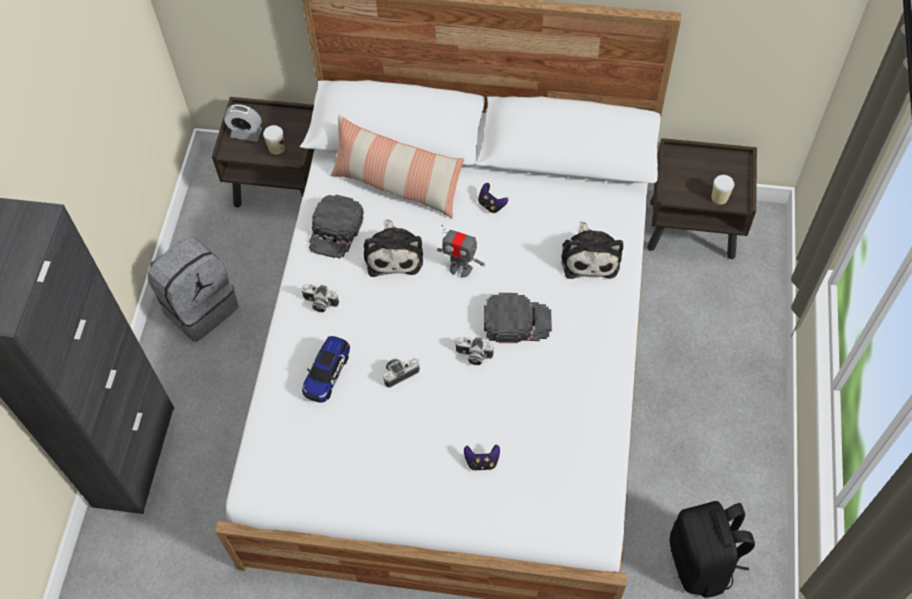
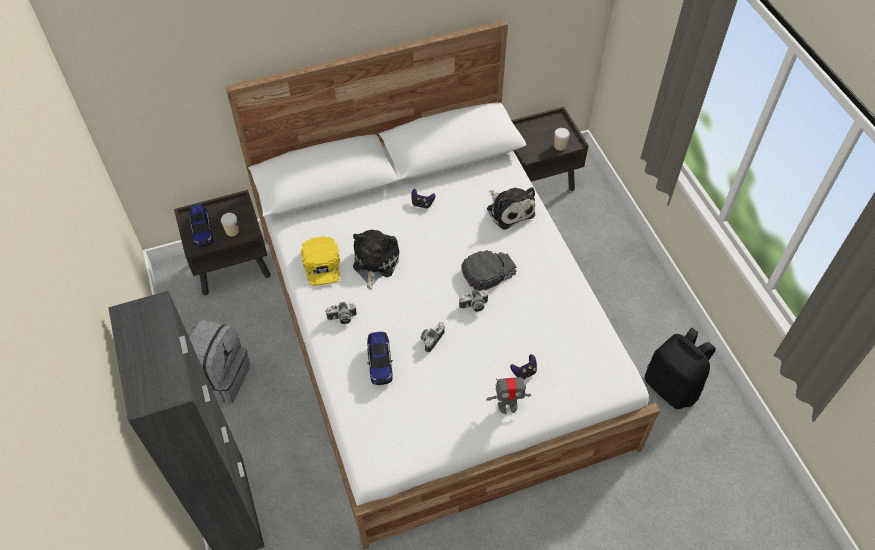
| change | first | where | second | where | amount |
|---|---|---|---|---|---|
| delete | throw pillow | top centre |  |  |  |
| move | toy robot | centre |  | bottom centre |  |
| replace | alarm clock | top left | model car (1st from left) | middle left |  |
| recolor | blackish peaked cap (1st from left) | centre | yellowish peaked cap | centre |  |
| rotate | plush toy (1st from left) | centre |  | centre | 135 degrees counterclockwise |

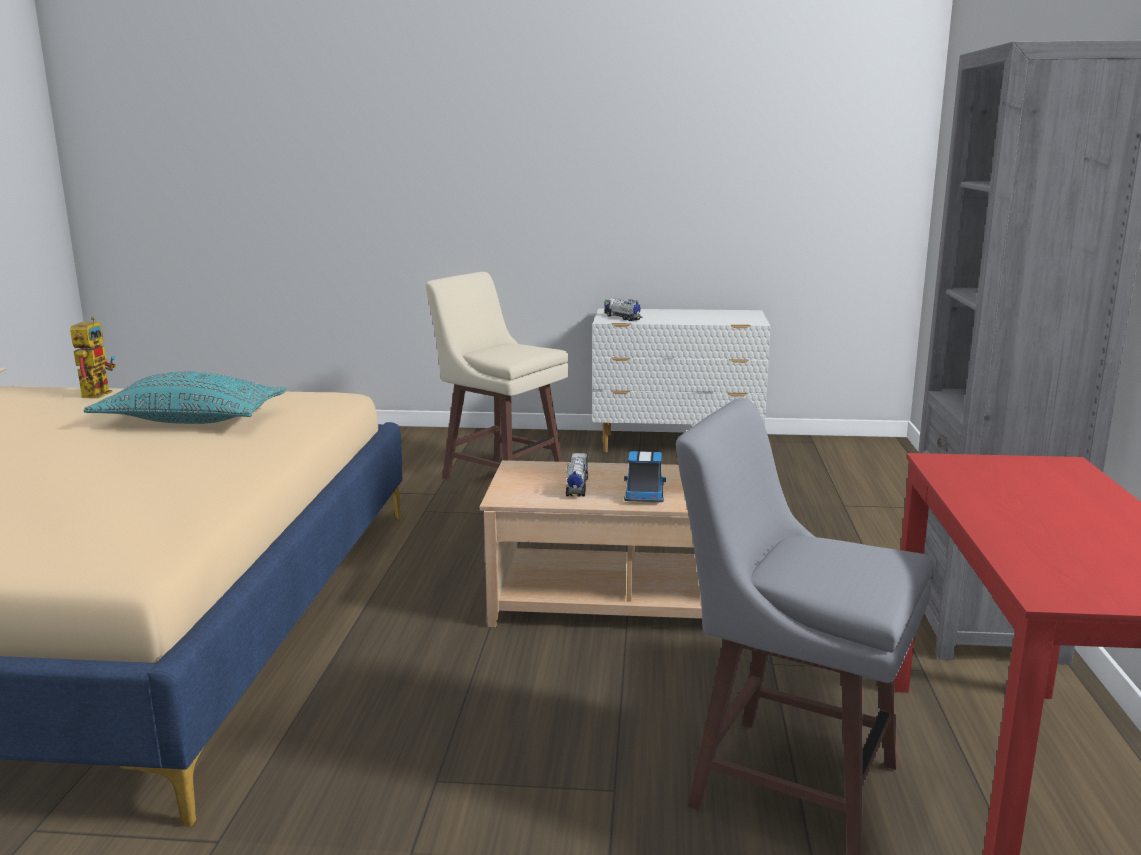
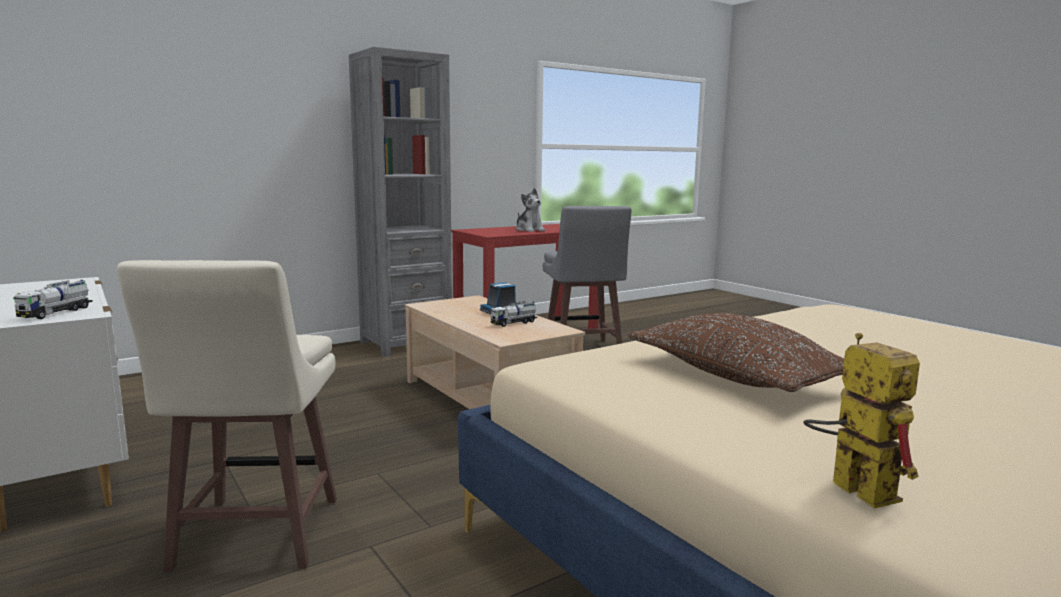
| change | first | where | second | where | amount |
|---|---|---|---|---|---|
| insert |  |  | plush toy | centre |  |
| recolor | blue-green throw pillow | middle left | brown throw pillow | middle right |  |
| rotate | toy robot | middle left |  | bottom right | 105 degrees clockwise |

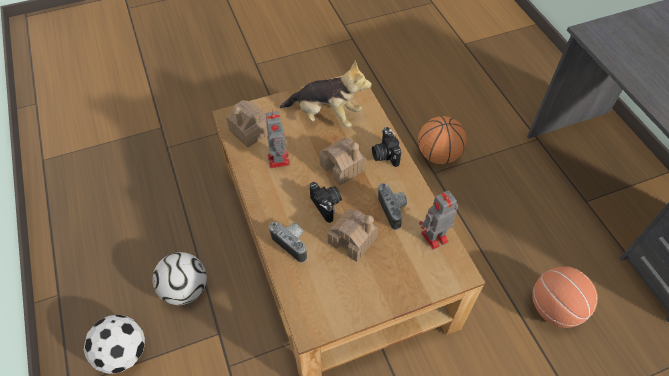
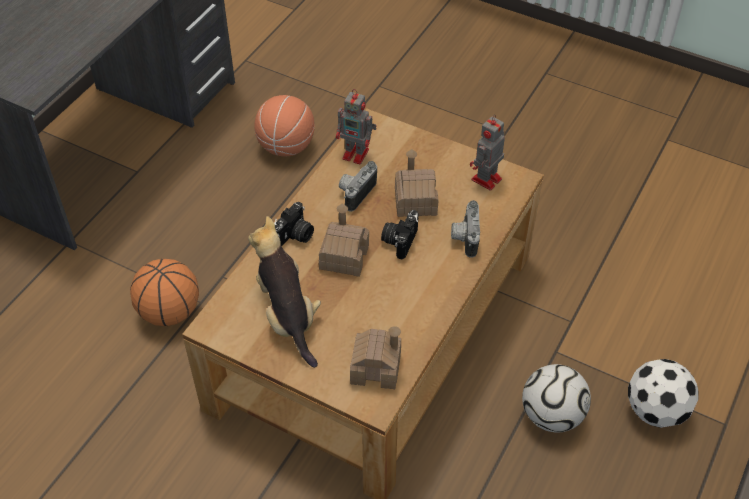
| change | first | where | second | where | amount |
|---|---|---|---|---|---|
| move | toy robot (1st from left in the first image) | centre | toy robot (2nd from left) | top centre |  |

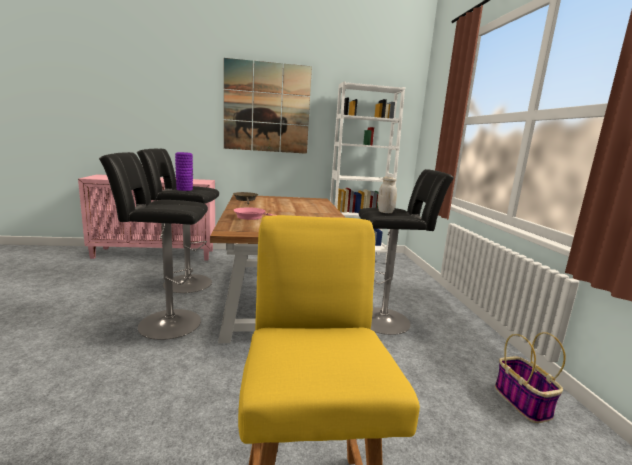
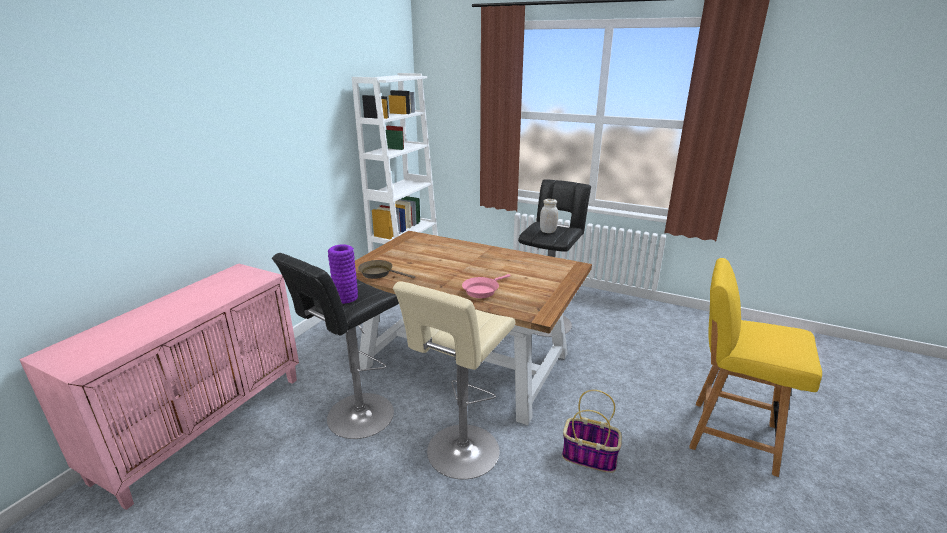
| change | first | where | second | where | amount |
|---|---|---|---|---|---|
| delete | wall art | top centre |  |  |  |
| move | storage basket | bottom right |  | bottom centre |  |
| recolor | blackish sitting stool (1st from left) | middle left | beige sitting stool | bottom centre |  |

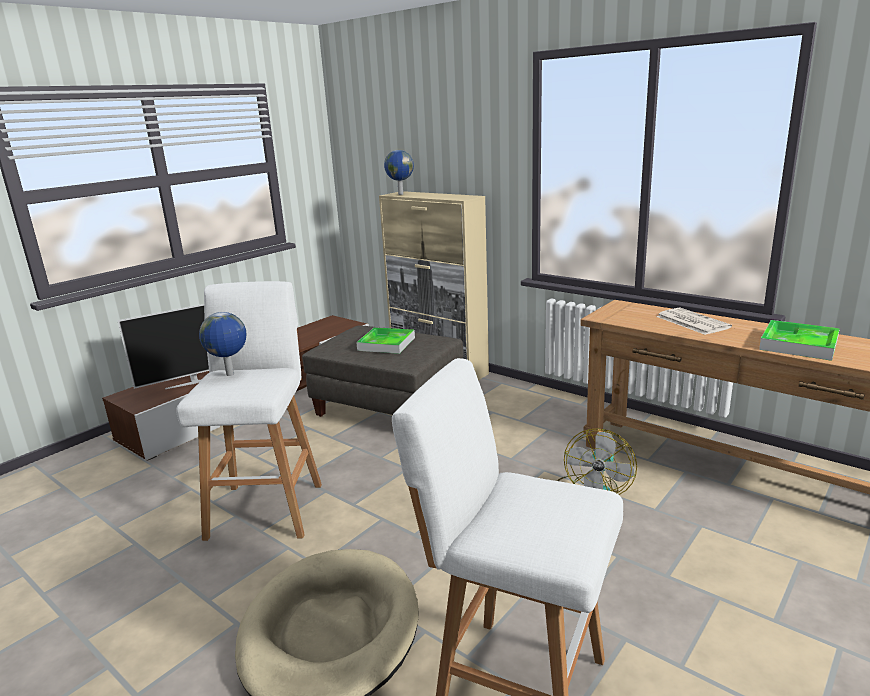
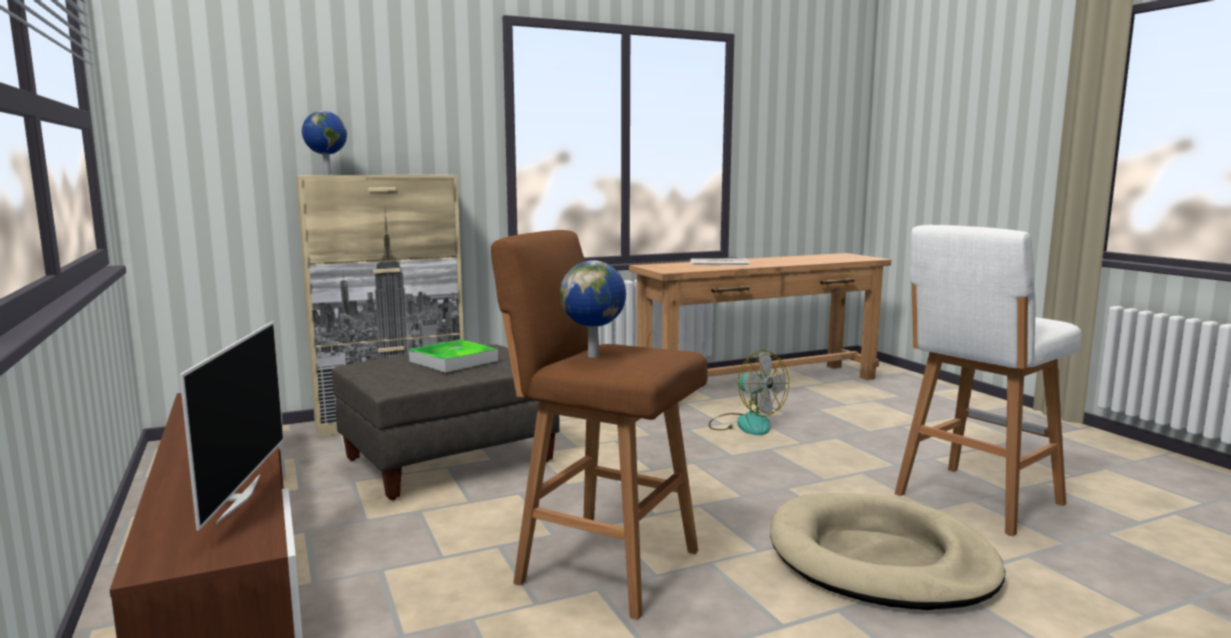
| change | first | where | second | where | amount |
|---|---|---|---|---|---|
| delete | serving tray (2nd from left) | middle right |  |  |  |
| recolor | white-coloured sitting stool (1st from left) | middle left | brown sitting stool | centre |  |

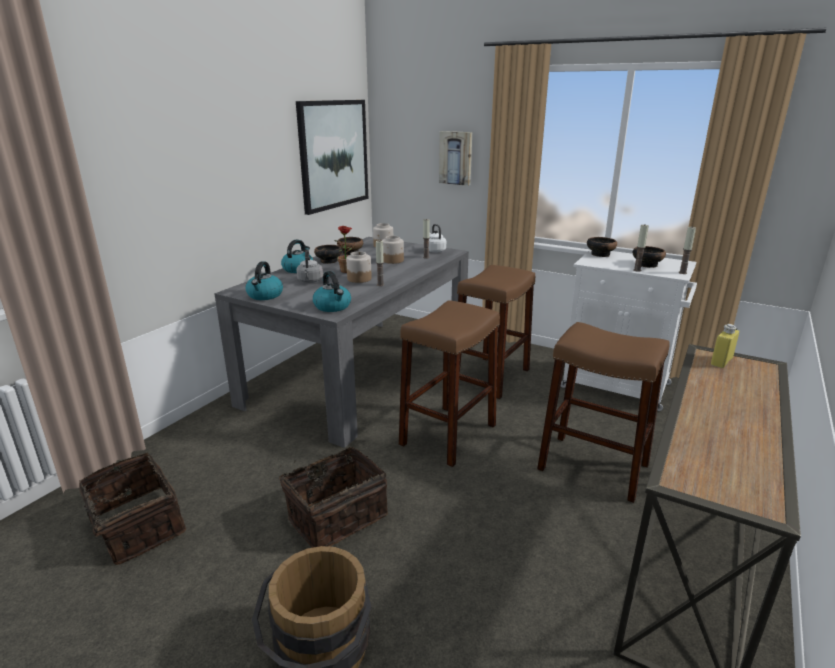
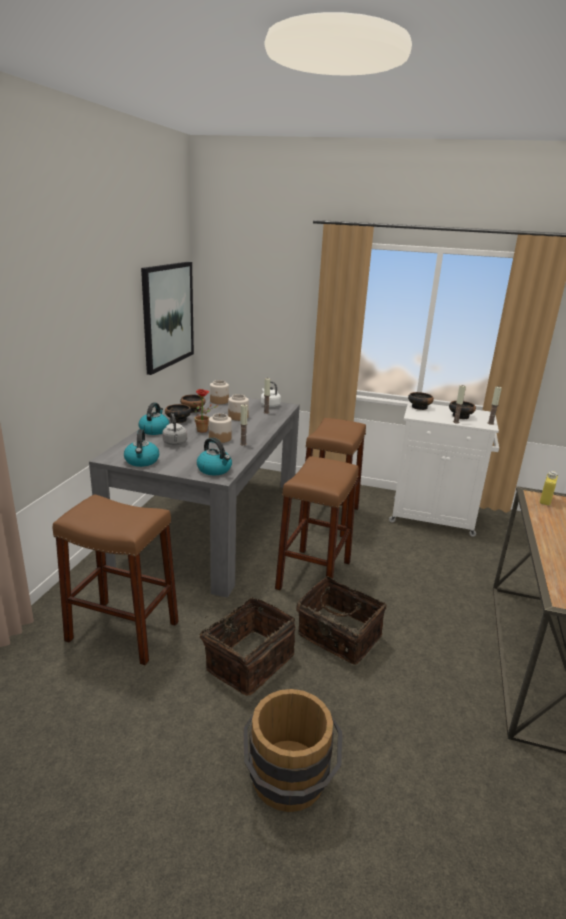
| change | first | where | second | where | amount |
|---|---|---|---|---|---|
| delete | wall art (2nd from left) | top centre |  |  |  |
| move | storage basket (1st from left in the first image) | bottom left | storage basket (2nd from left) | bottom centre |  |
| move | brown sitting stool (3rd from left in the first image) | middle right | brown sitting stool (1st from left) | middle left |  |

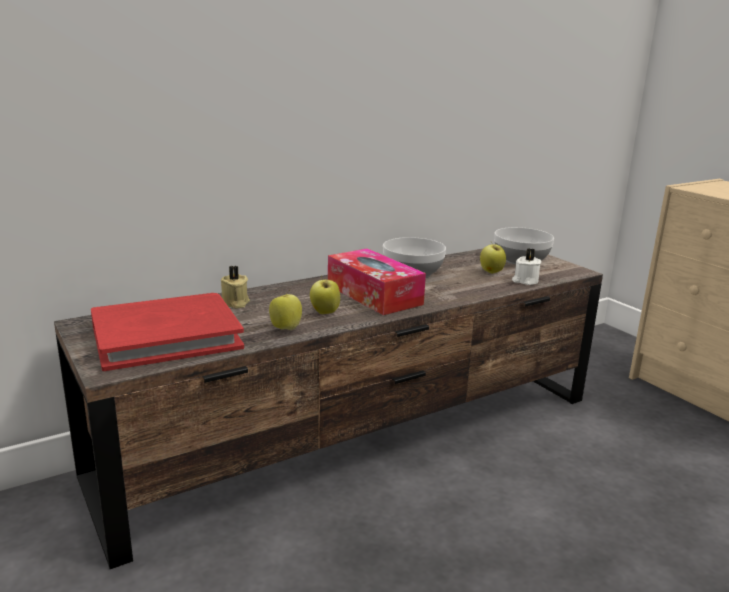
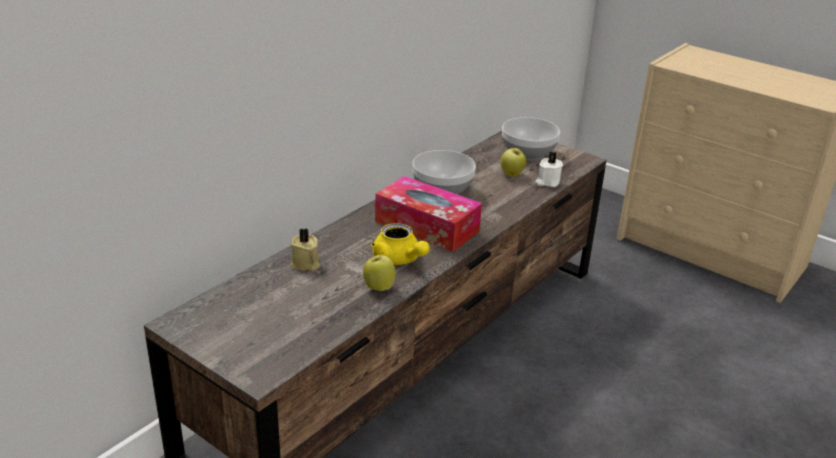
| change | first | where | second | where | amount |
|---|---|---|---|---|---|
| delete | reddish bound book | middle left |  |  |  |
| replace | apple fruit (2nd from left) | centre | yellowish tea pot | centre |  |

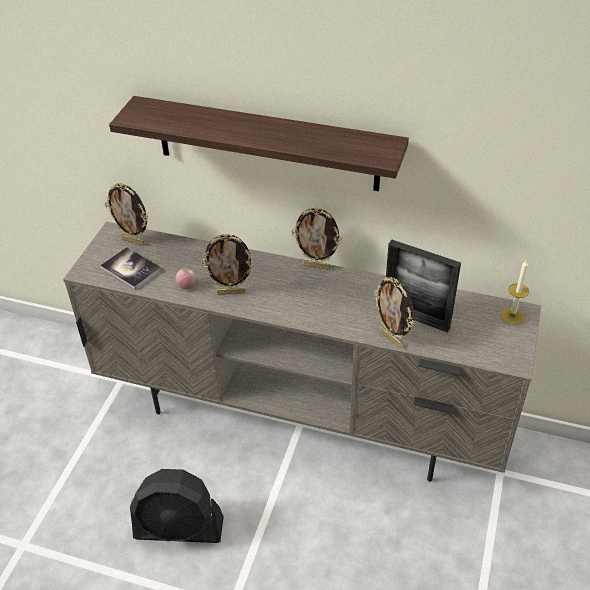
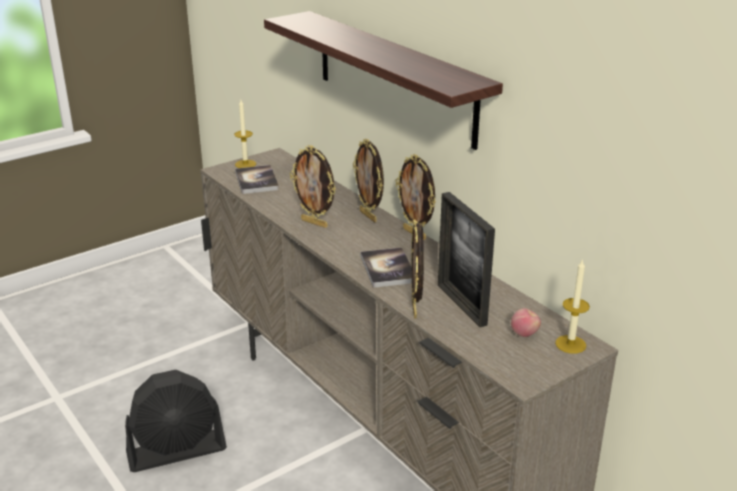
| change | first | where | second | where | amount |
|---|---|---|---|---|---|
| insert |  |  | wax light (1st from left) | top left |  |
| insert |  |  | bound book (2nd from left) | centre |  |
| move | standing frame (1st from left in the first image) | middle left | standing frame (2nd from left) | centre |  |
| move | apple fruit | middle left |  | middle right |  |
| rotate | blackish electric fan | bottom left |  | bottom left | 60 degrees counterclockwise |

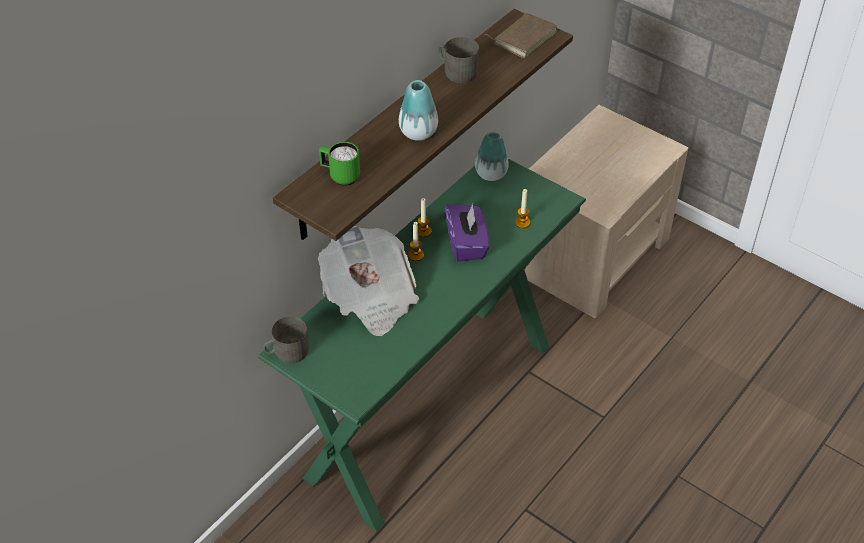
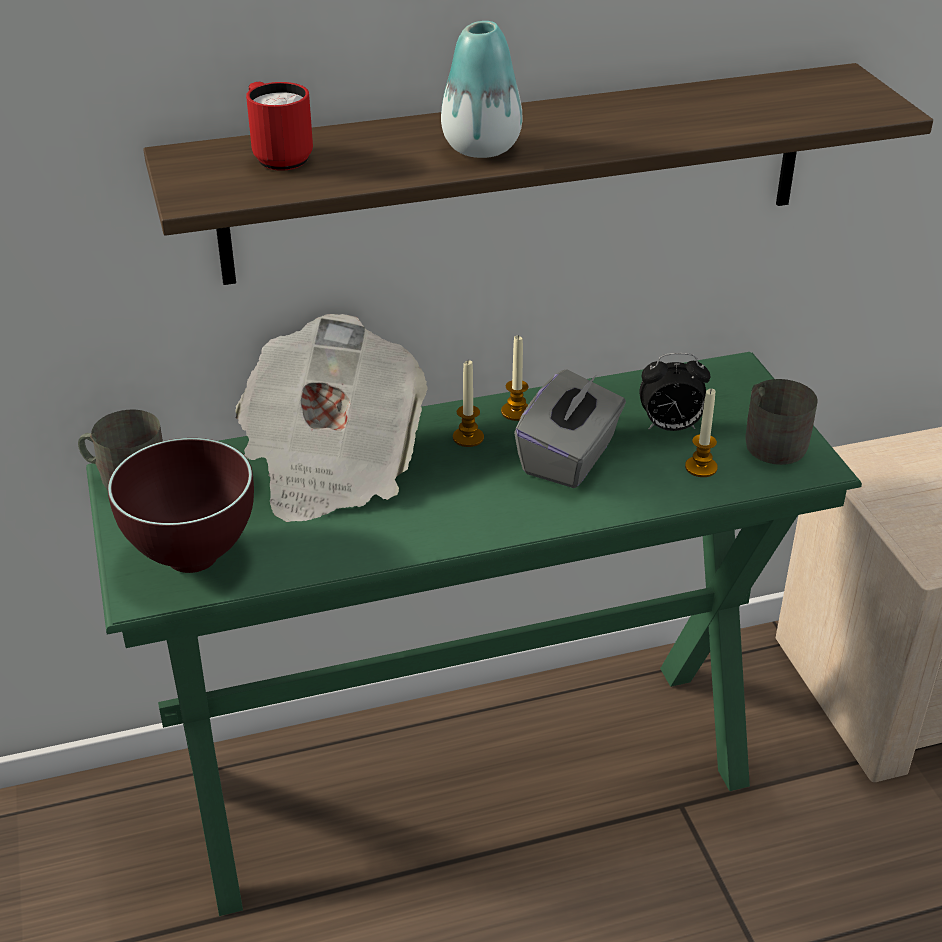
| change | first | where | second | where | amount |
|---|---|---|---|---|---|
| delete | decorative vase (2nd from left) | top centre |  |  |  |
| delete | brown bound book | top centre |  |  |  |
| insert |  |  | brown serving bowl | middle left |  |
| insert |  |  | alarm clock | middle right |  |
| move | grey mug (2nd from left) | top centre |  | middle right |  |
| recolor | greenish mug | top centre | reddish mug | top left |  |
| recolor | purplish tissue holder | centre | grey tissue holder | centre |  |

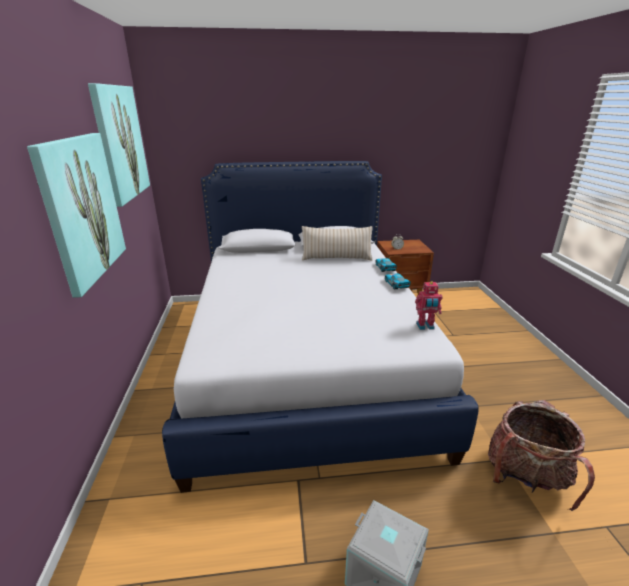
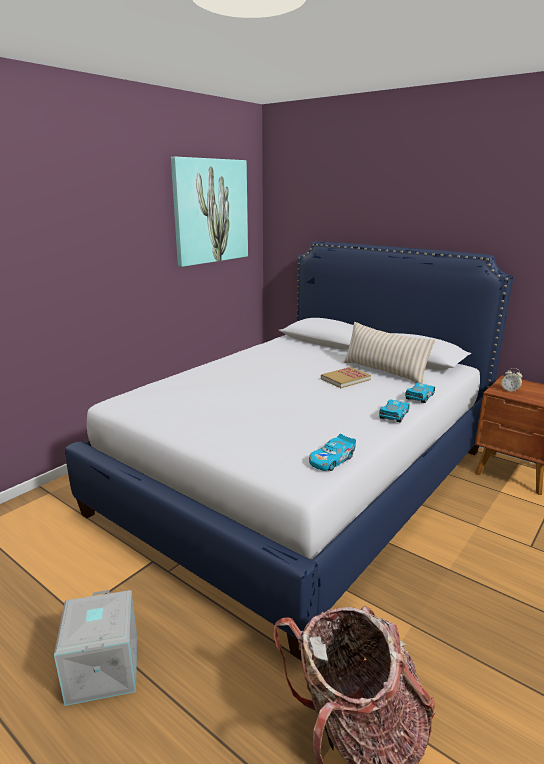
| change | first | where | second | where | amount |
|---|---|---|---|---|---|
| delete | wall art (1st from left) | middle left |  |  |  |
| insert |  |  | bound book | centre |  |
| replace | toy robot | middle right | model car (1st from left) | centre |  |

